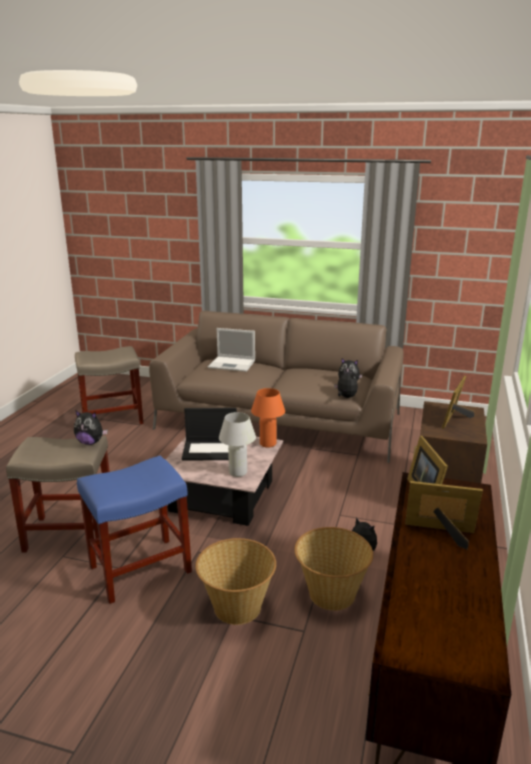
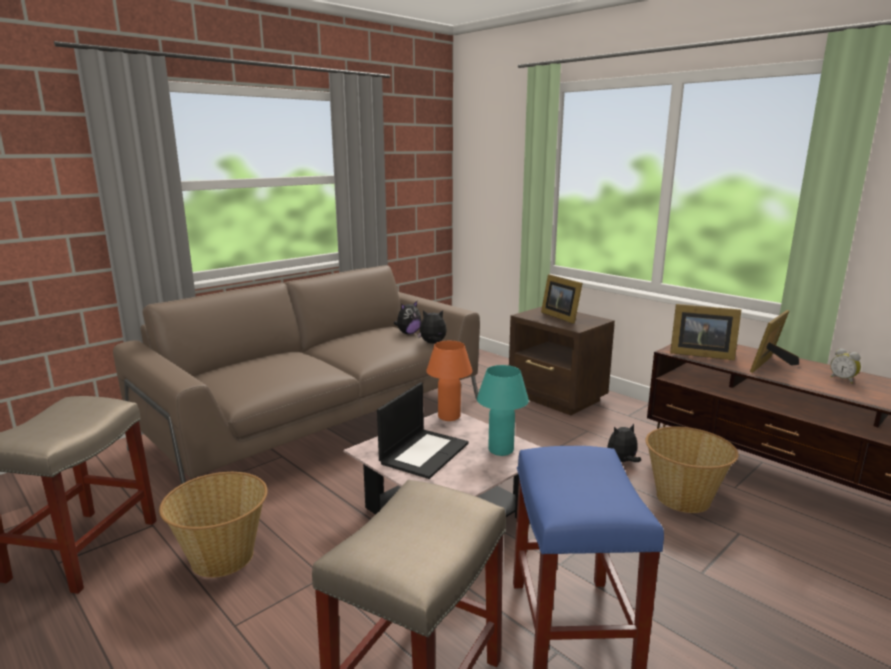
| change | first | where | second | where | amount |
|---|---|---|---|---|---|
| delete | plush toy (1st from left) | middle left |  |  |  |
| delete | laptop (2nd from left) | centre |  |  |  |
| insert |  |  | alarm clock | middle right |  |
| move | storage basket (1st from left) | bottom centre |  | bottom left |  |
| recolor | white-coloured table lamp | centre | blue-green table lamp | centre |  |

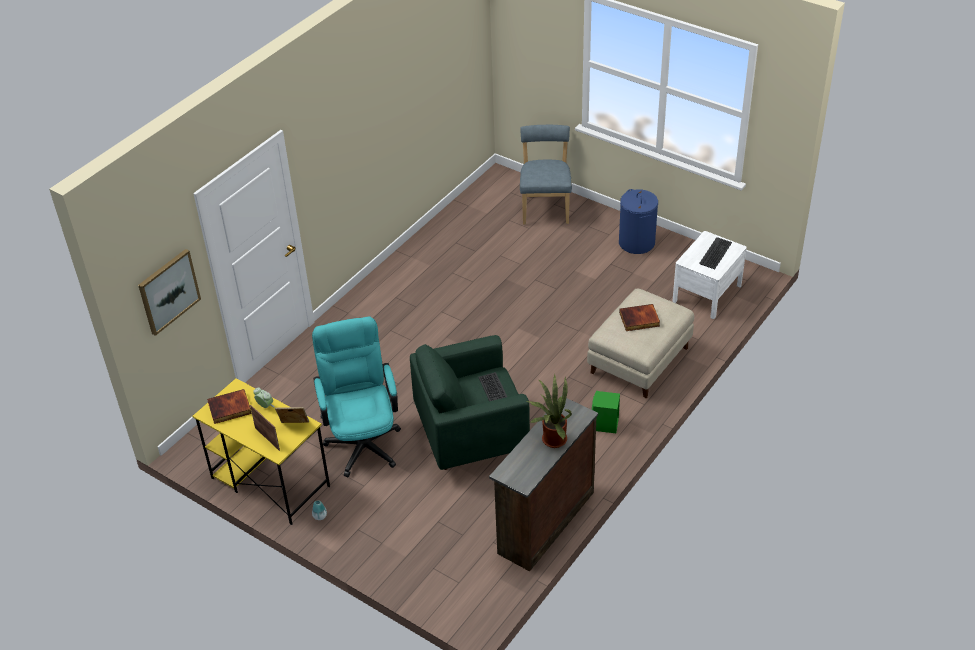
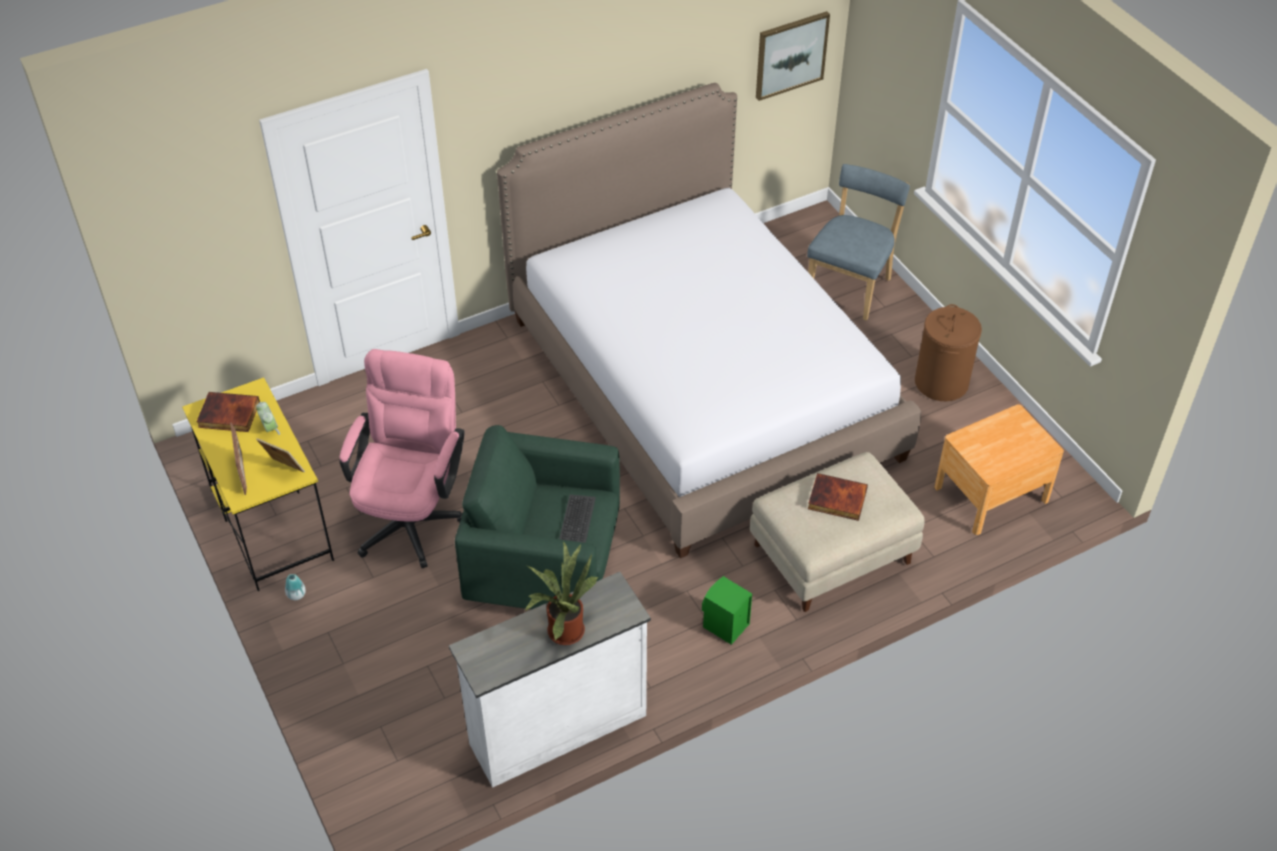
| change | first | where | second | where | amount |
|---|---|---|---|---|---|
| delete | computer keyboard (2nd from left) | middle right |  |  |  |
| insert |  |  | sleeping bed | centre |  |
| move | wall art | middle left |  | top centre |  |
| recolor | blue-green desk chair | centre | pinkish desk chair | middle left |  |
| recolor | brown chest of drawers | bottom centre | white-coloured chest of drawers | bottom centre |  |
| recolor | blue-coloured hamper | centre | brown hamper | middle right |  |
| recolor | white-coloured nightstand | middle right | brown nightstand | middle right |  |

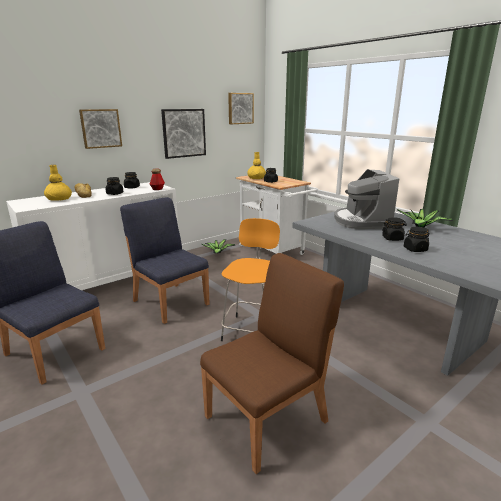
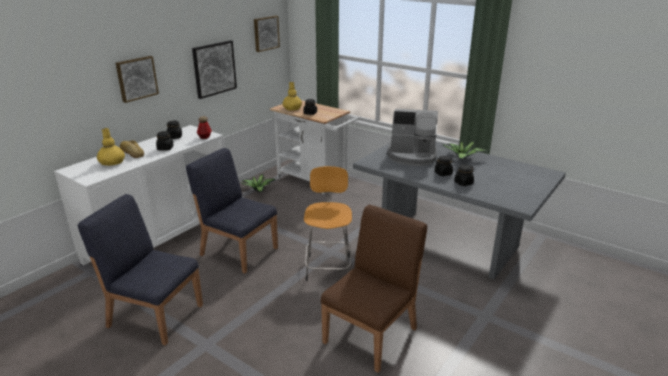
| change | first | where | second | where | amount |
|---|---|---|---|---|---|
| rotate | coffee brewer | middle right |  | centre | 60 degrees counterclockwise |

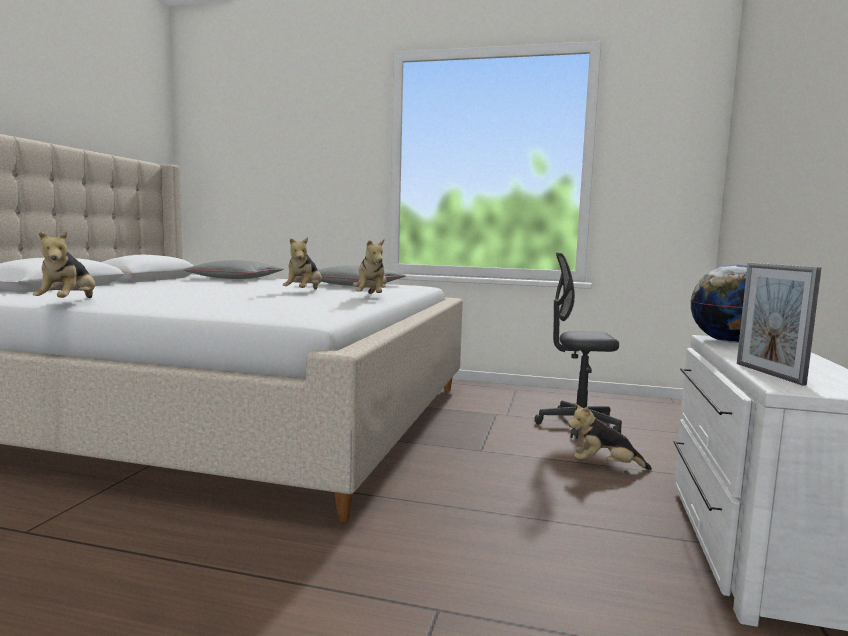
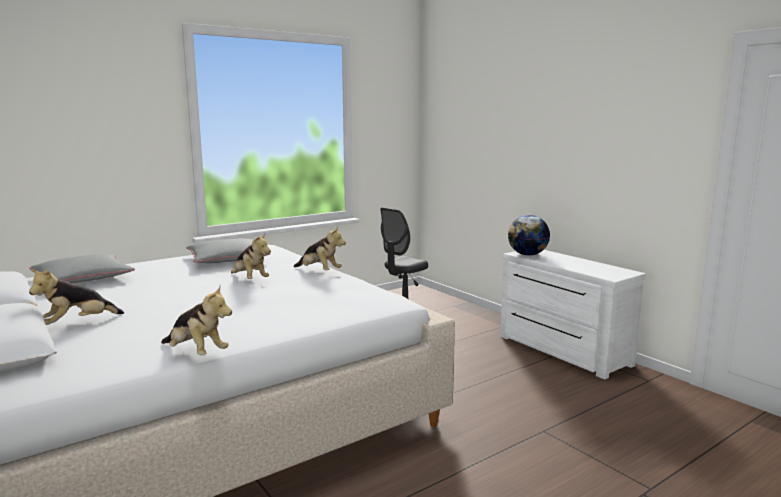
| change | first | where | second | where | amount |
|---|---|---|---|---|---|
| delete | standing frame | middle right |  |  |  |
| move | plush toy (4th from left in the first image) | bottom right | plush toy (1st from left) | middle left |  |

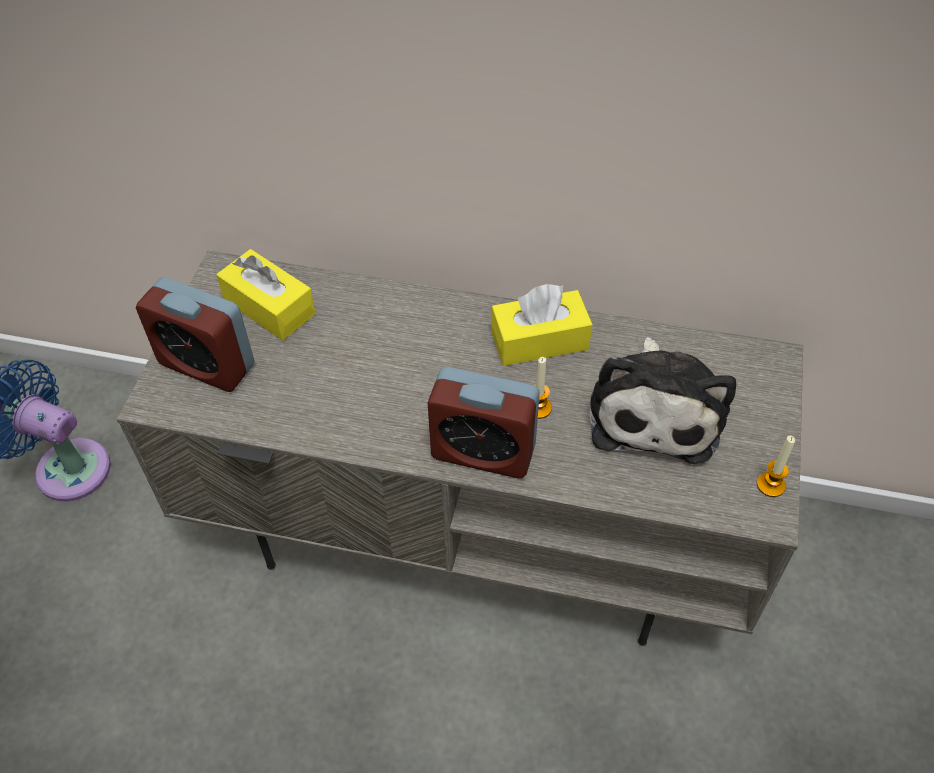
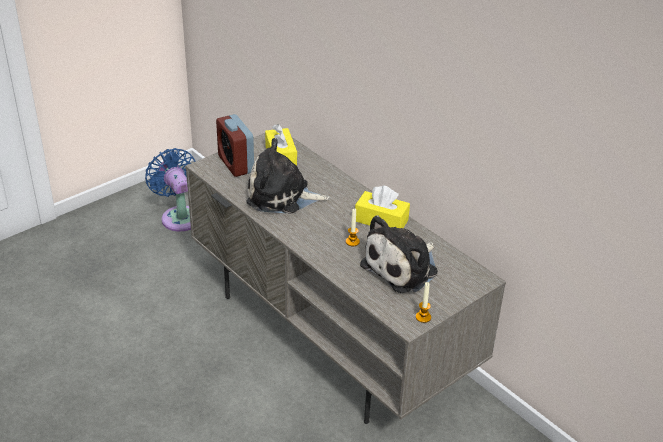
| change | first | where | second | where | amount |
|---|---|---|---|---|---|
| delete | alarm clock (2nd from left) | centre |  |  |  |
| insert |  |  | plush toy (1st from left) | centre |  |

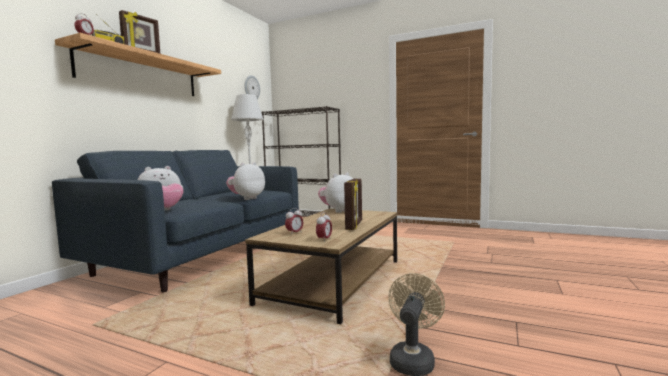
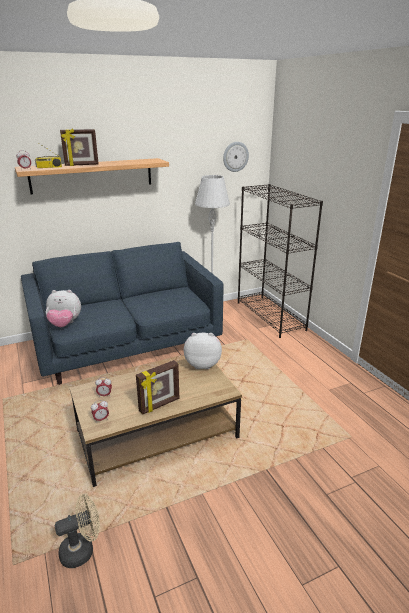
| change | first | where | second | where | amount |
|---|---|---|---|---|---|
| delete | plush toy (2nd from left) | centre |  |  |  |

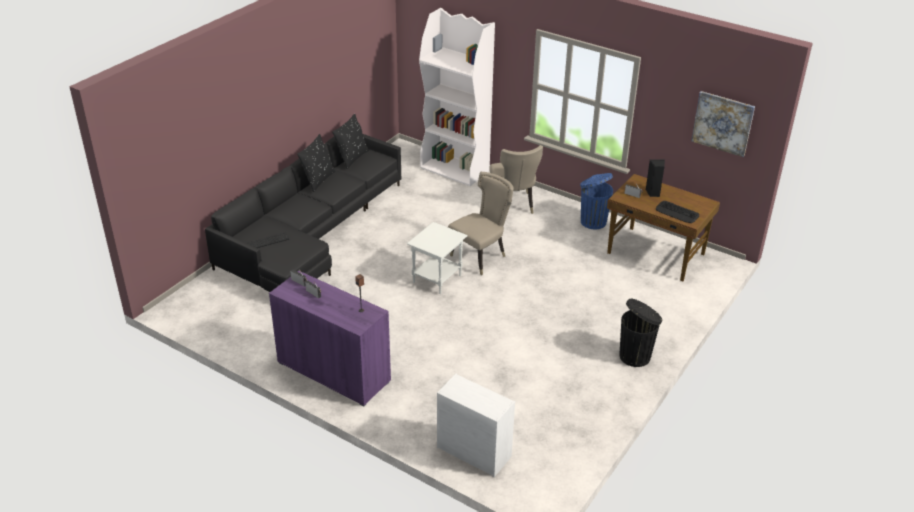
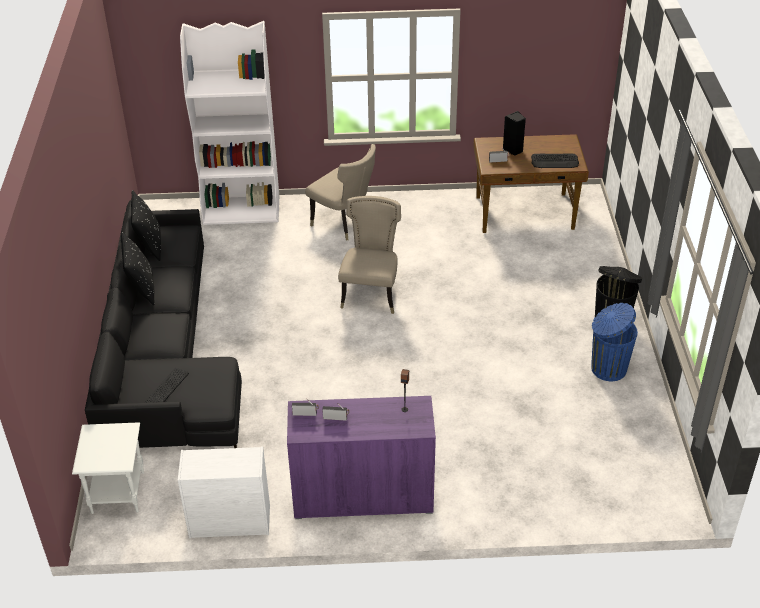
| change | first | where | second | where | amount |
|---|---|---|---|---|---|
| delete | wall art | top right |  |  |  |
| move | white-coloured accent table | centre |  | bottom left |  |
| move | white-coloured chest of drawers | bottom centre |  | bottom left |  |
| move | blue-coloured rubbish bin | centre |  | middle right |  |

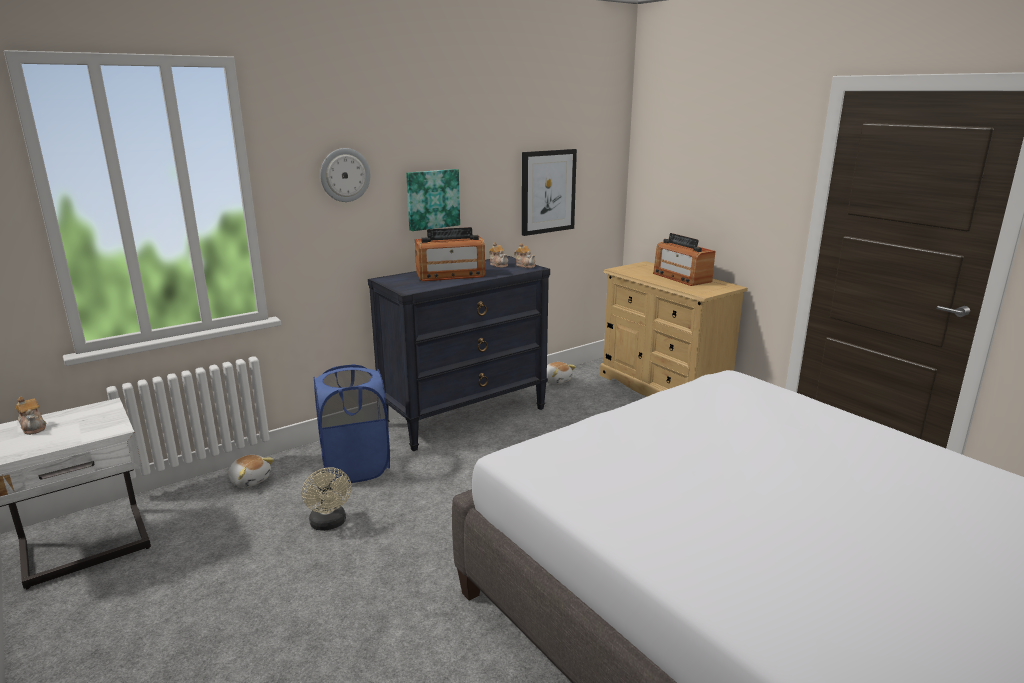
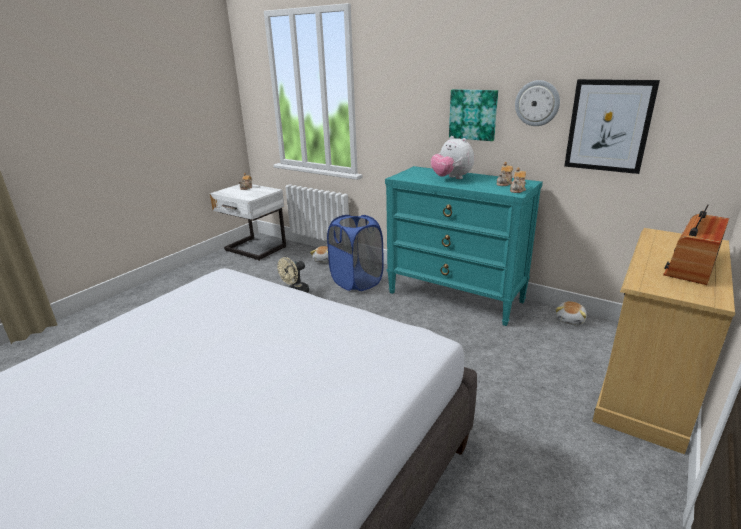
| change | first | where | second | where | amount |
|---|---|---|---|---|---|
| move | wall clock | top centre |  | top right |  |
| replace | radio set (1st from left) | centre | plush toy (2nd from left) | top centre |  |
| recolor | blackish chest of drawers | centre | blue-green chest of drawers | centre |  |

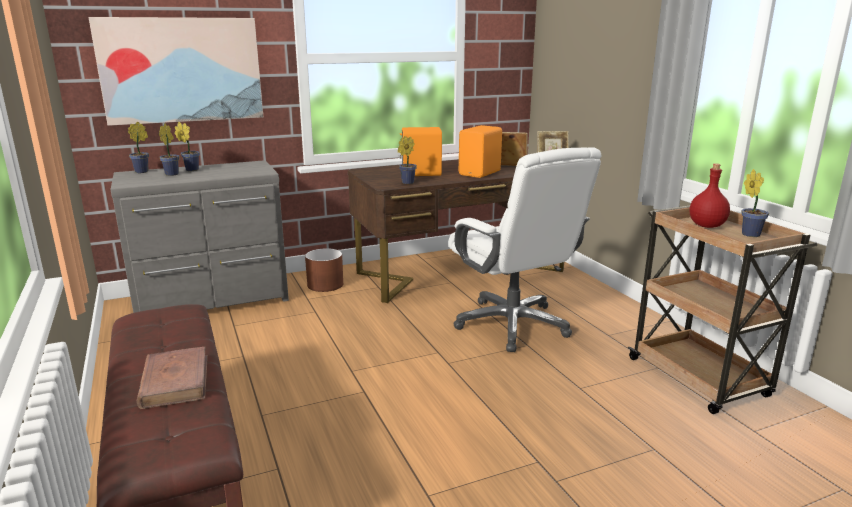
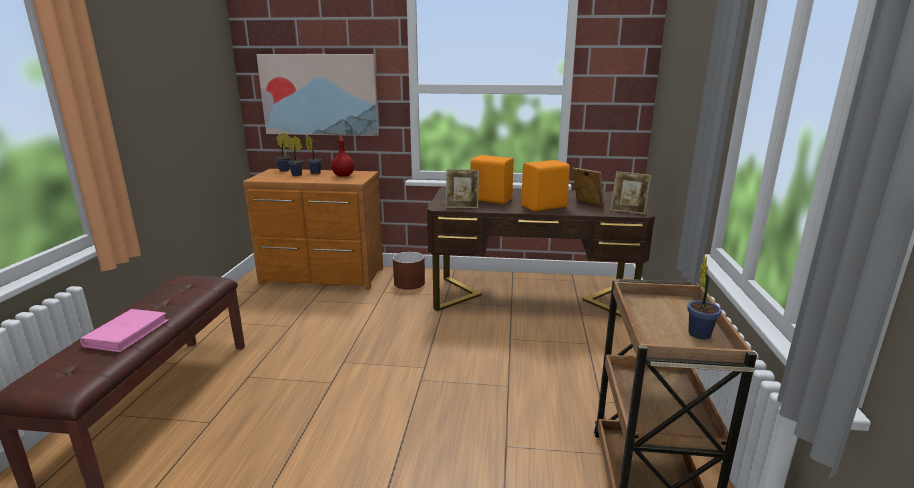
| change | first | where | second | where | amount |
|---|---|---|---|---|---|
| delete | white-coloured desk chair | centre |  |  |  |
| move | reddish beverage bottle | middle right |  | top centre |  |
| replace | plant in a pot (4th from left) | top centre | standing frame (1st from left) | centre |  |
| recolor | grey chest of drawers | middle left | brown chest of drawers | centre |  |
| recolor | brown bound book | bottom left | pinkish bound book | bottom left |  |

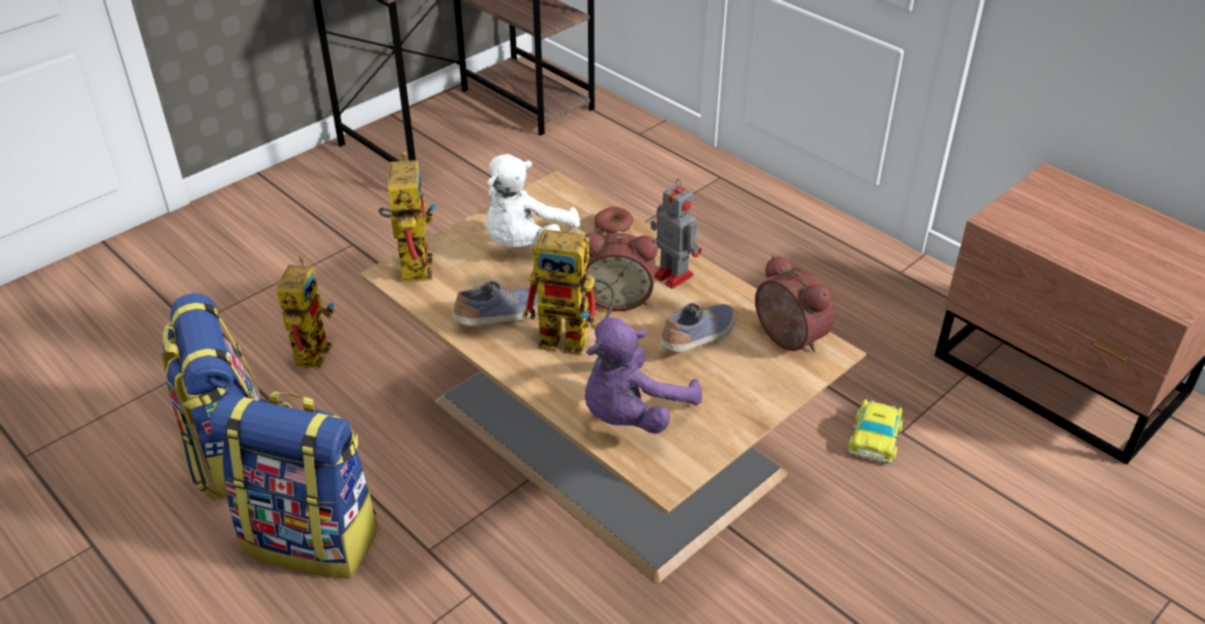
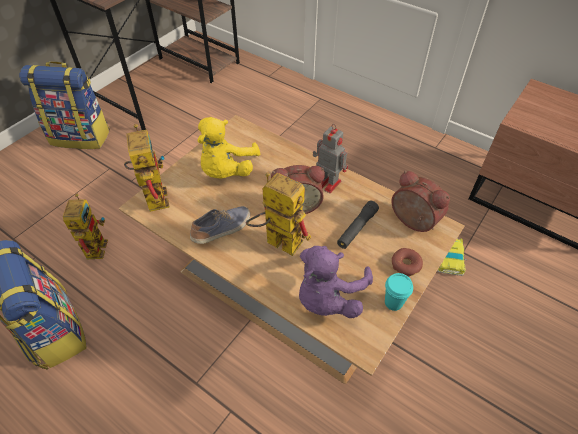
| change | first | where | second | where | amount |
|---|---|---|---|---|---|
| insert |  |  | blue-green cup | bottom right |  |
| move | backpack (2nd from left) | bottom left |  | top left |  |
| move | doughnut | centre |  | middle right |  |
| replace | item of footwear (2nd from left) | centre | blackish hand torch | centre |  |
| recolor | white-coloured plush toy | top centre | yellowish plush toy | centre |  |
| rotate | toy robot (3rd from left) | centre |  | centre | 150 degrees counterclockwise |

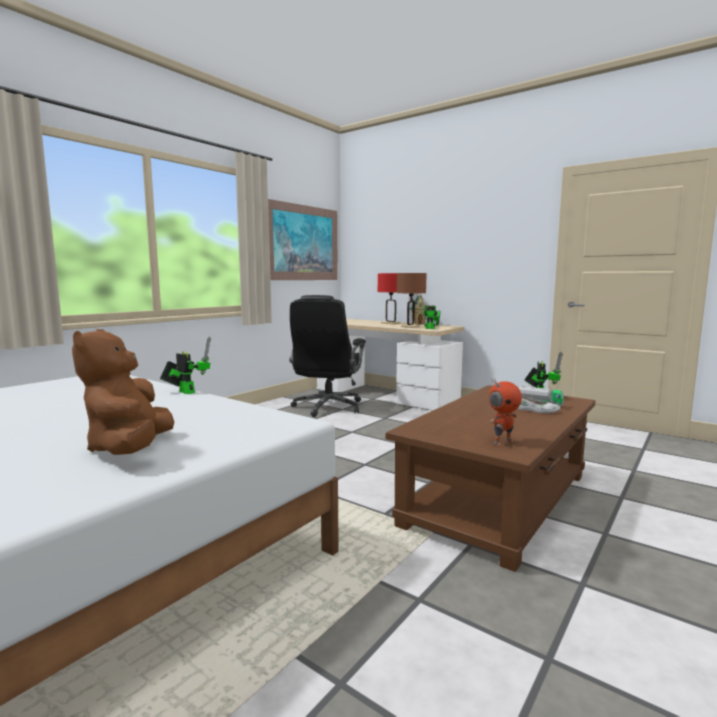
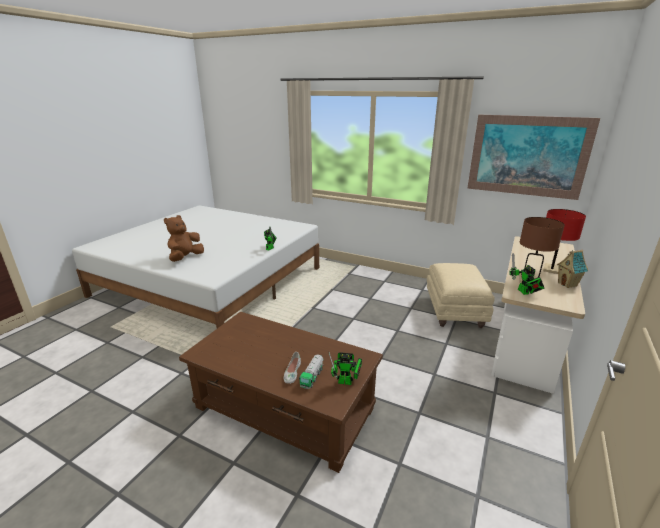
| change | first | where | second | where | amount |
|---|---|---|---|---|---|
| delete | toy robot (3rd from left) | middle right |  |  |  |
| replace | blackish desk chair | centre | beige ottoman | middle right |  |
| rotate | brown plush toy | middle left |  | middle left | 45 degrees counterclockwise |

